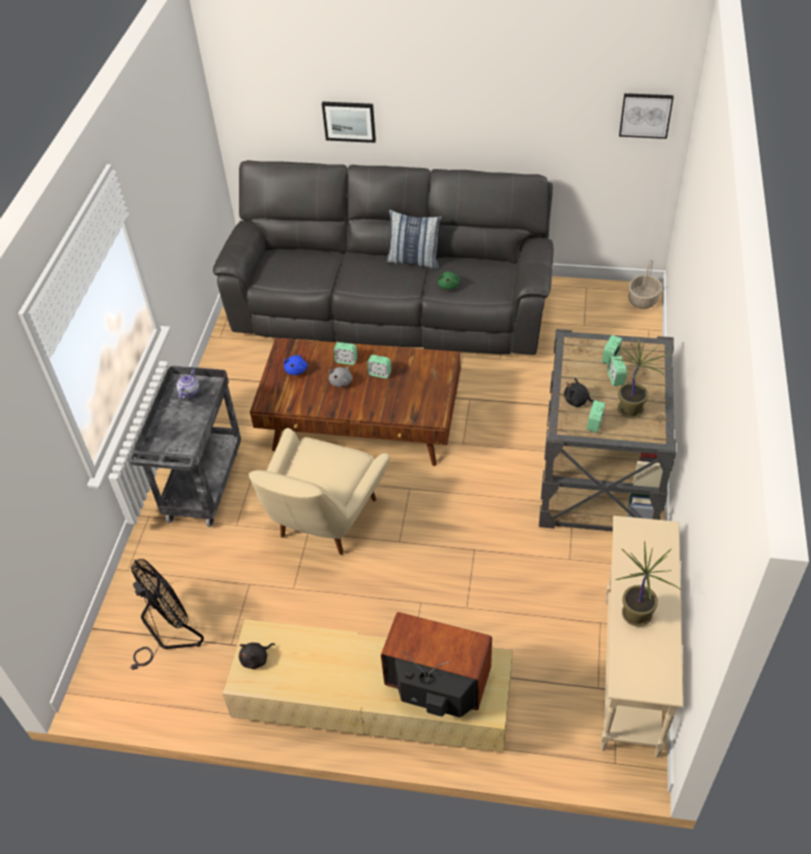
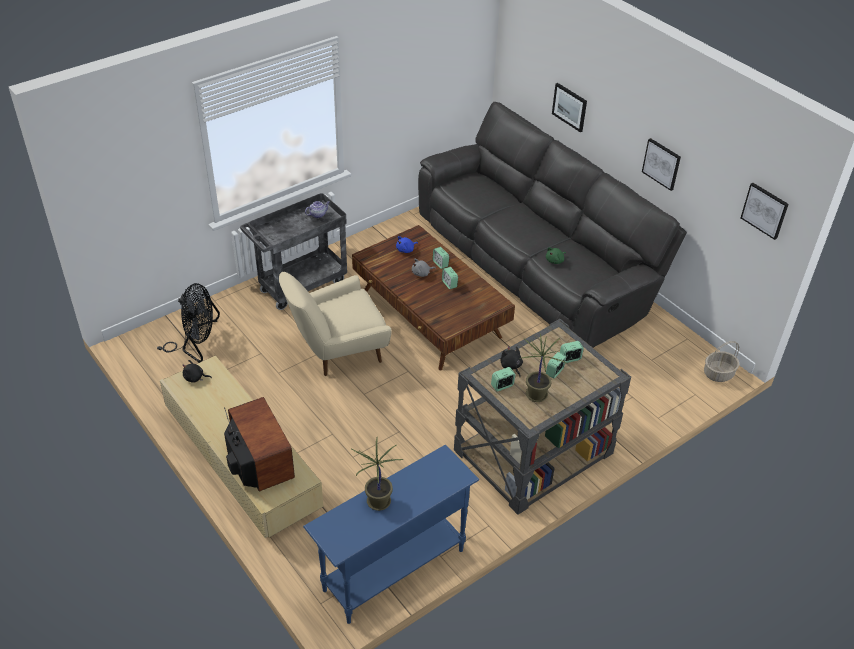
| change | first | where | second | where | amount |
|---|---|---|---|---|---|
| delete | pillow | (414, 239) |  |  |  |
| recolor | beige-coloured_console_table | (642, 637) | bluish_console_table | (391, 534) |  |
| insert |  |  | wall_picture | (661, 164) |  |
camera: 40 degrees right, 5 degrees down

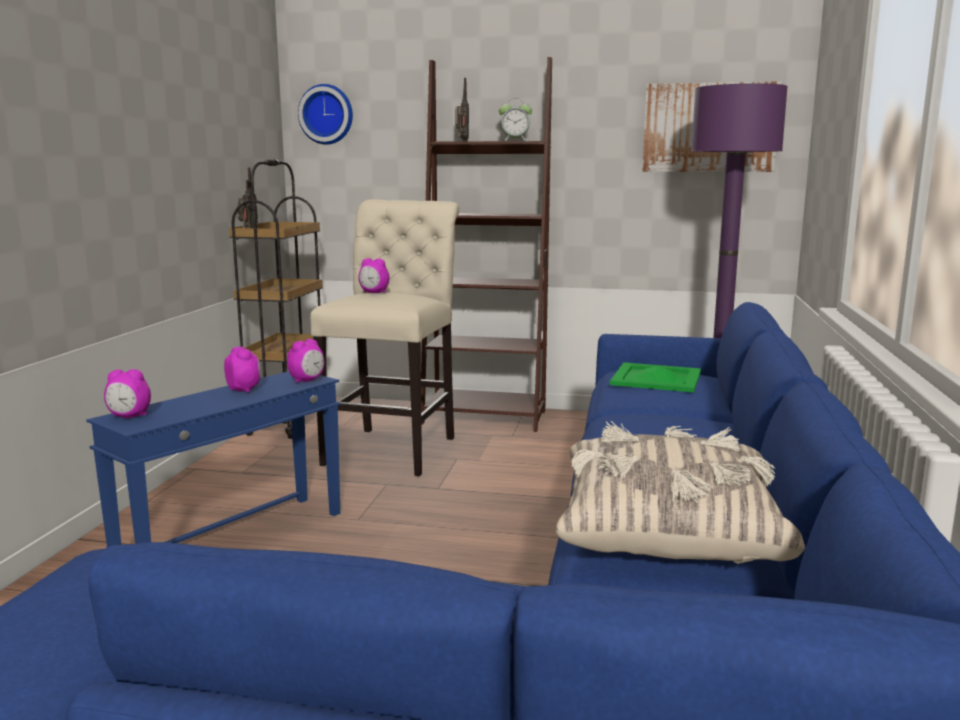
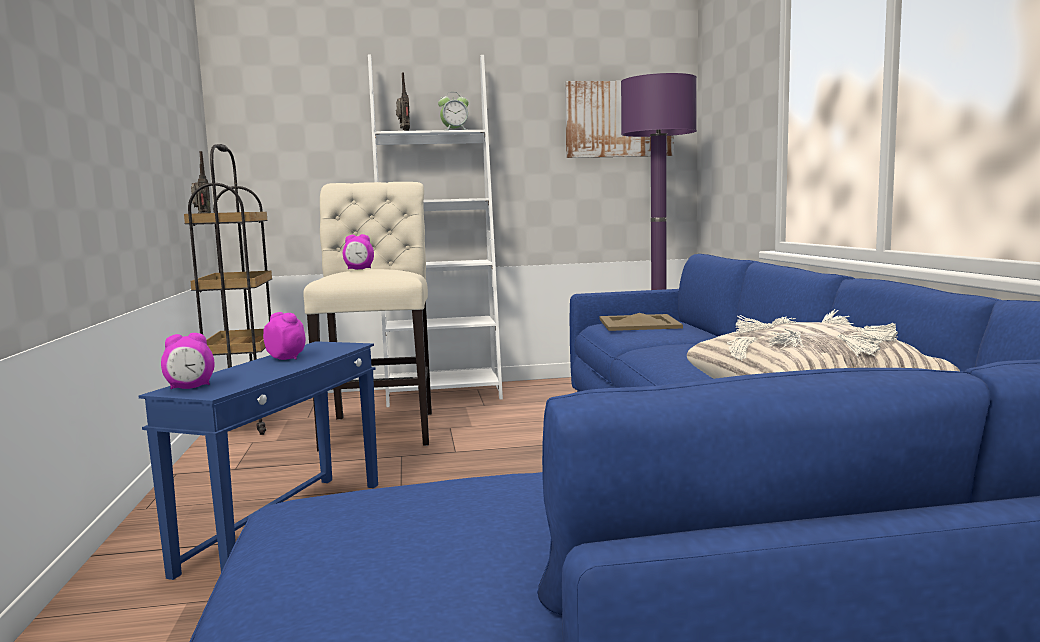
| change | first | where | second | where | amount |
|---|---|---|---|---|---|
| recolor | brown_bookshelf | (486, 244) | whitish_bookshelf | (435, 231) |  |
| delete | wall_clock | (325, 114) |  |  |  |
| delete | alarm_clock | (305, 361) |  |  |  |
| recolor | greenish_serving_tray | (655, 377) | beige-coloured_serving_tray | (641, 322) |  |
camera: 20 degrees left, 5 degrees down

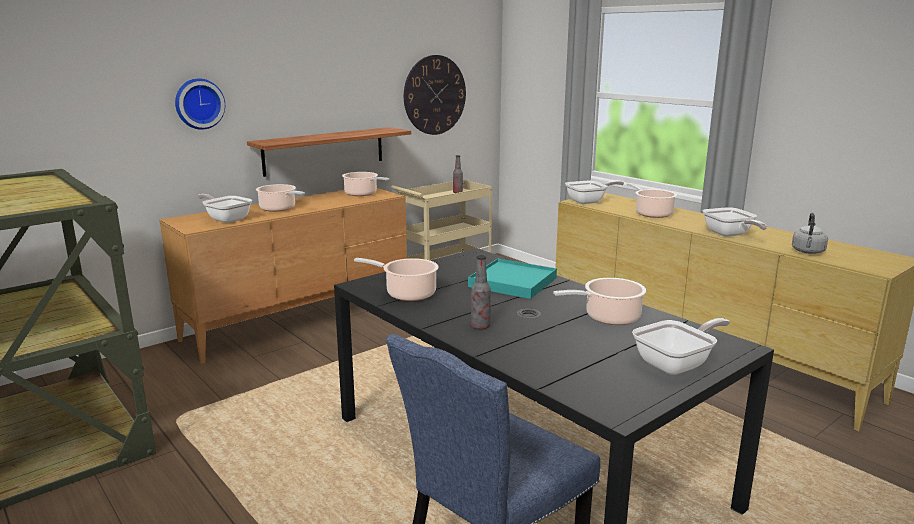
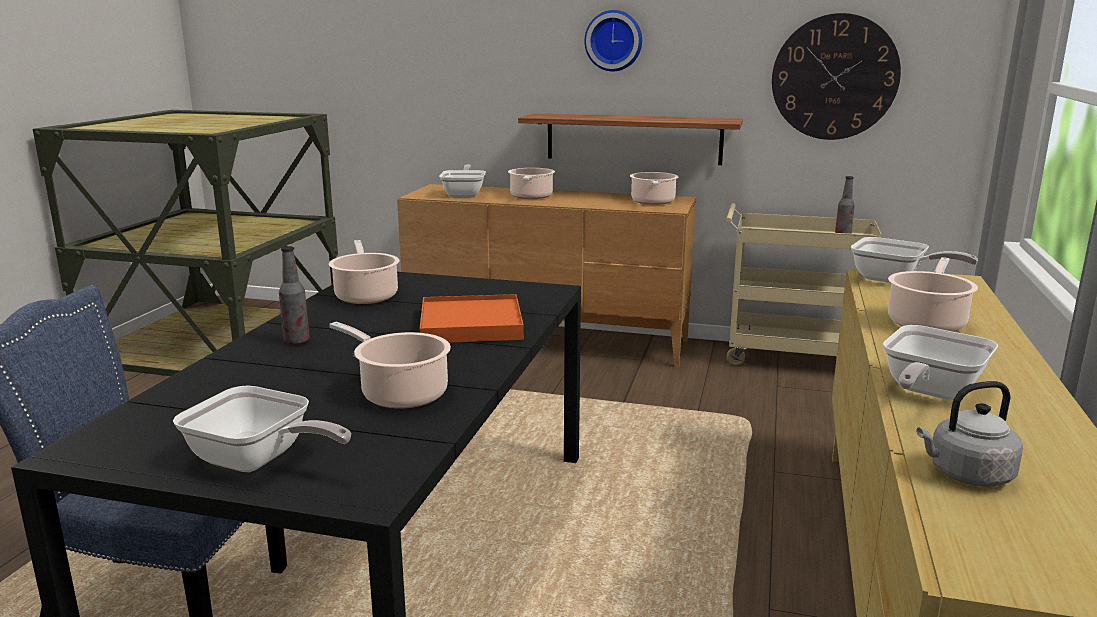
| change | first | where | second | where | amount |
|---|---|---|---|---|---|
| move | wall_clock | (200, 104) |  | (613, 40) |  |
| recolor | turquoise-coloured_serving_tray | (512, 279) | orange-coloured_serving_tray | (472, 318) |  |
camera: 55 degrees right, 0 degrees up

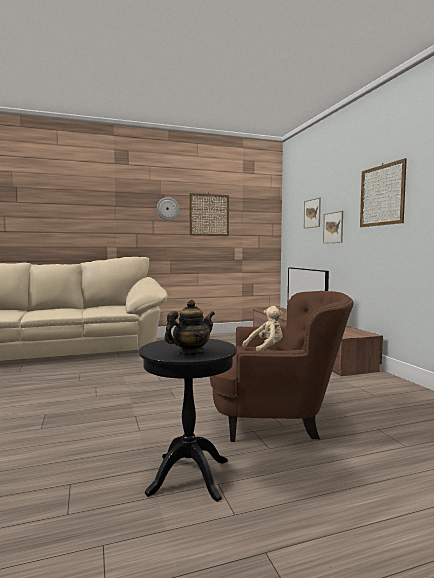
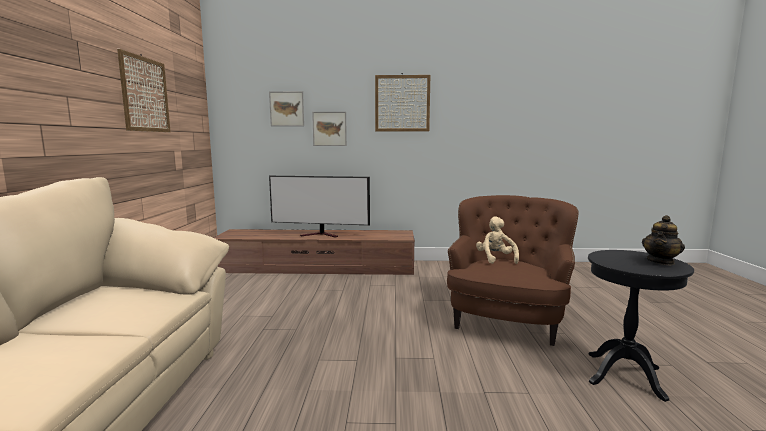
| change | first | where | second | where | amount |
|---|---|---|---|---|---|
| delete | wall_clock | (168, 209) |  |  |  |
| rotate | pot_for_tea | (189, 327) |  | (663, 240) | 120 degrees counterclockwise |
camera: 70 degrees left, 5 degrees up

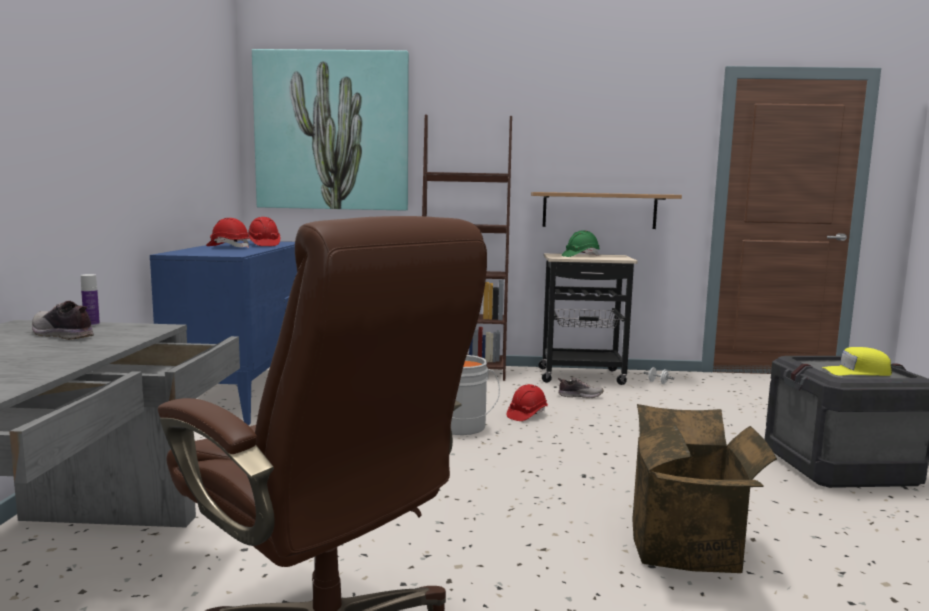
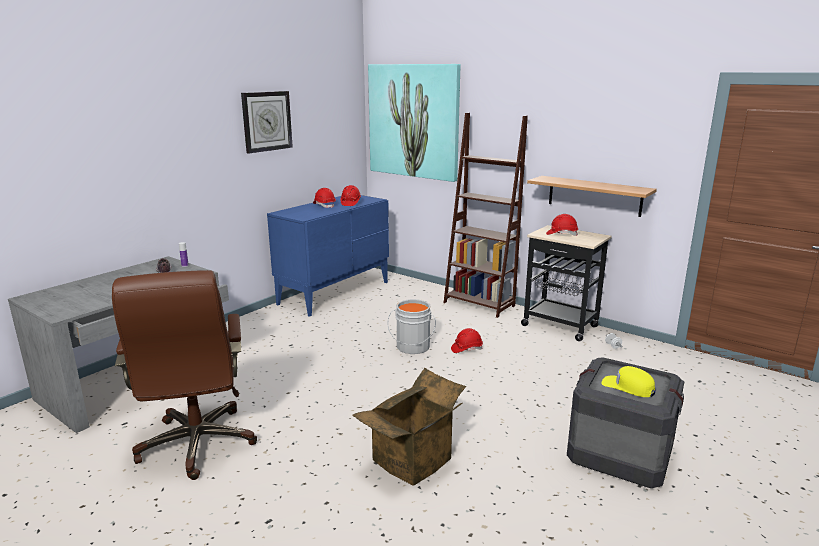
| change | first | where | second | where | amount |
|---|---|---|---|---|---|
| recolor | greenish_work_helmet | (581, 243) | reddish_work_helmet | (562, 225) |  |
| delete | item_of_footwear | (581, 387) |  |  |  |
| insert |  |  | wall_clock | (267, 122) |  |
camera: 35 degrees right, 10 degrees up

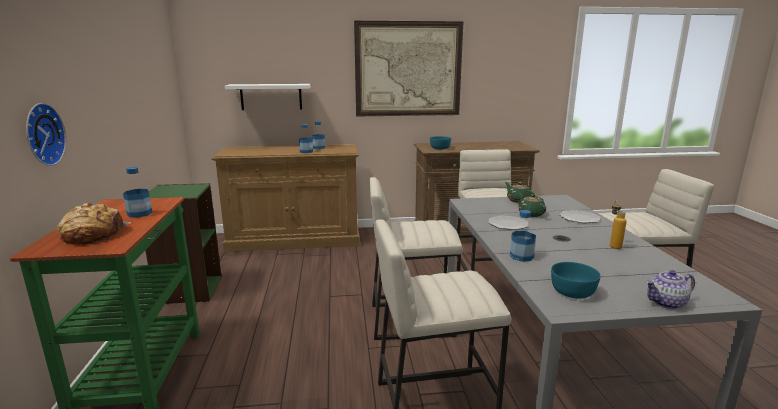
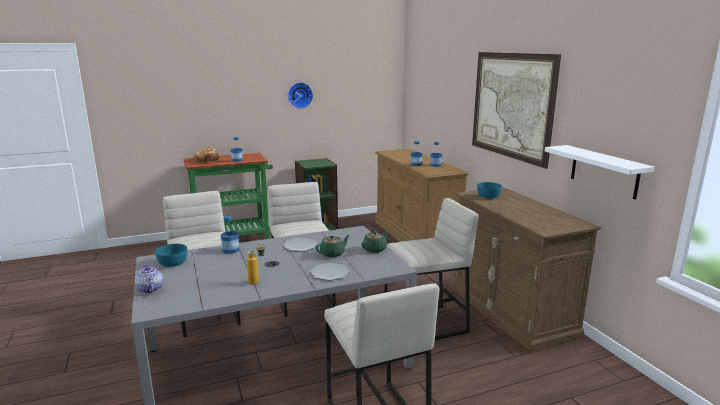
| change | first | where | second | where | amount |
|---|---|---|---|---|---|
| move | whitish_wall_shelf | (267, 97) |  | (600, 172) |  |
| move | wall_clock | (46, 134) |  | (300, 95) |  |
camera: 75 degrees right, 0 degrees up

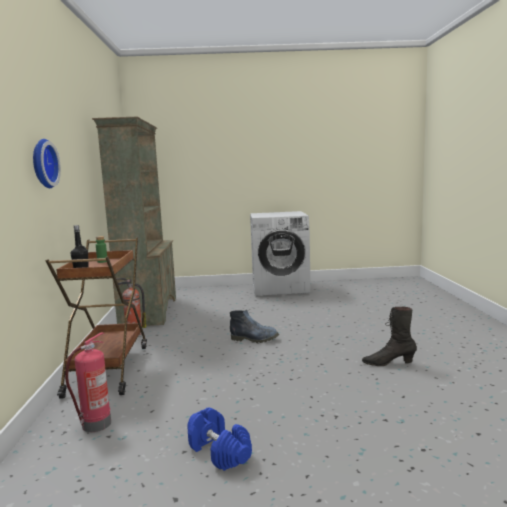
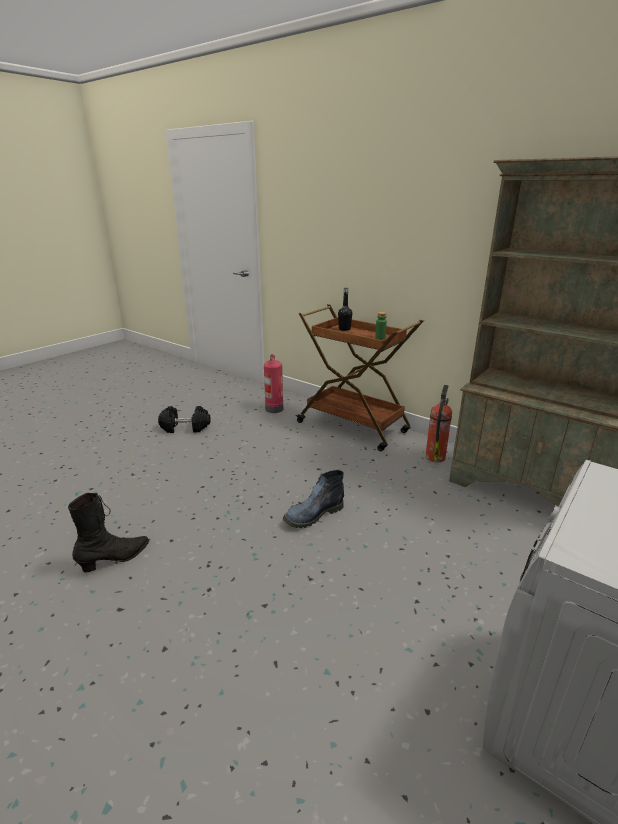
| change | first | where | second | where | amount |
|---|---|---|---|---|---|
| delete | wall_clock | (47, 163) |  |  |  |
| recolor | bluish_free_weight | (219, 439) | black-coloured_free_weight | (184, 419) |  |
camera: 130 degrees right, 15 degrees up

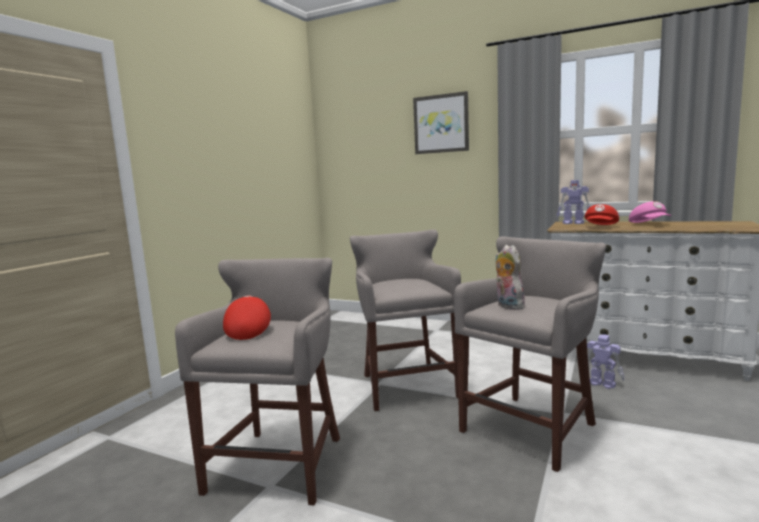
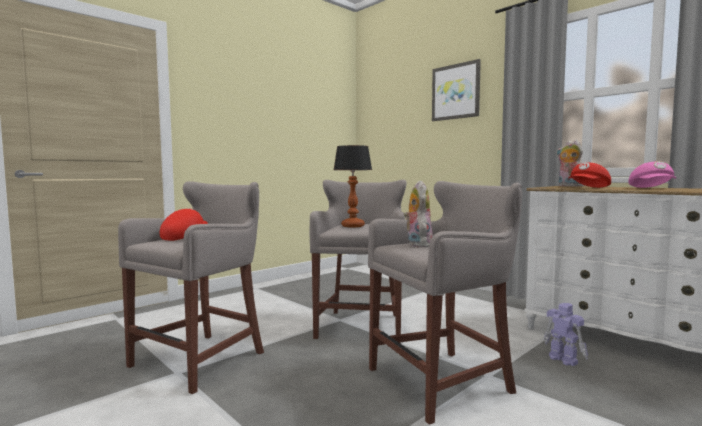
| change | first | where | second | where | amount |
|---|---|---|---|---|---|
| replace | robot_figure | (573, 202) | plush_toy | (570, 163) |  |
| insert |  |  | lamp_for_a_table | (353, 186) |  |
camera: 20 degrees right, 5 degrees down

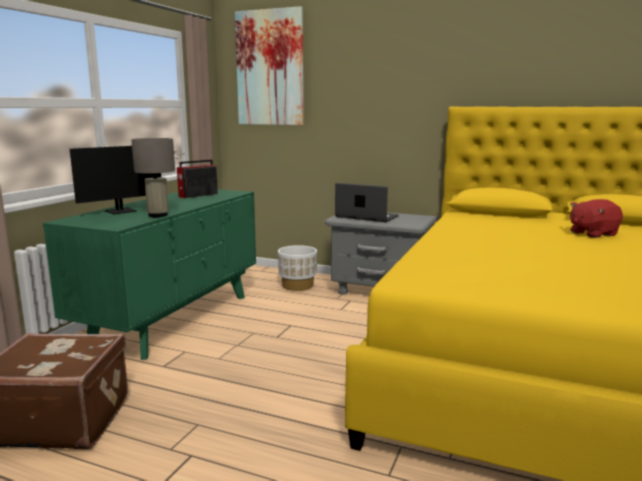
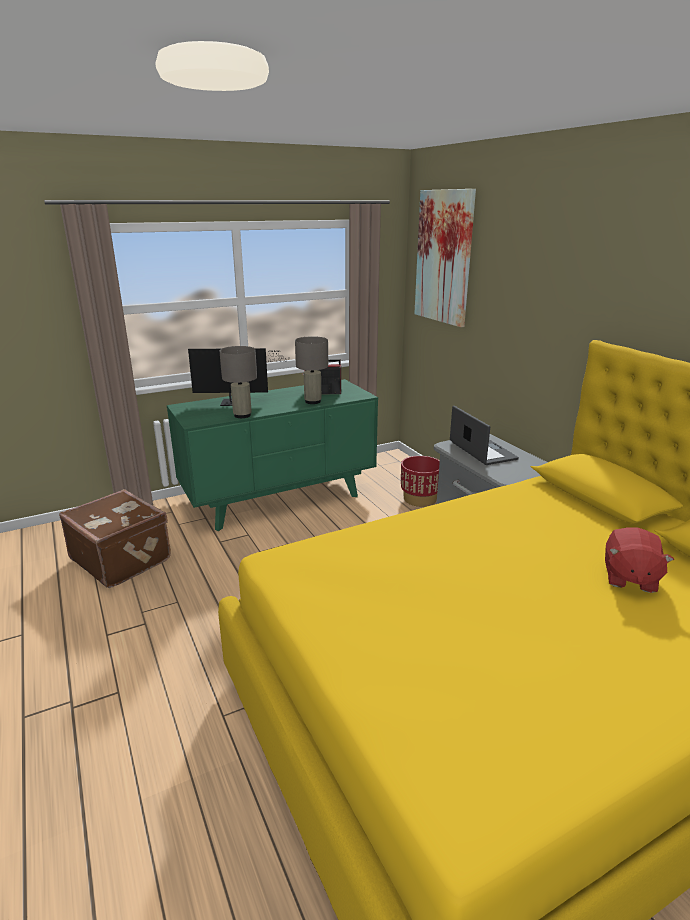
| change | first | where | second | where | amount |
|---|---|---|---|---|---|
| rotate | reddish_plush_toy | (596, 218) |  | (639, 560) | 90 degrees counterclockwise |
| recolor | whitish_plant_pot | (297, 268) | reddish_plant_pot | (420, 481) |  |
| insert |  |  | grey_lamp_for_a_table | (311, 370) |  |
camera: 40 degrees right, 10 degrees up

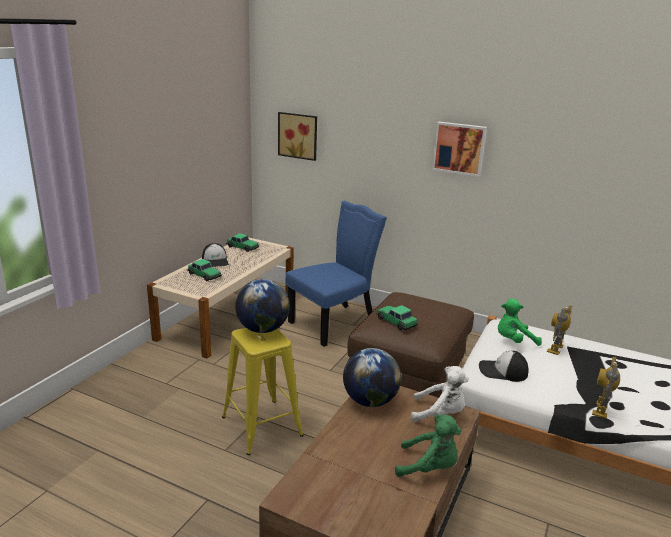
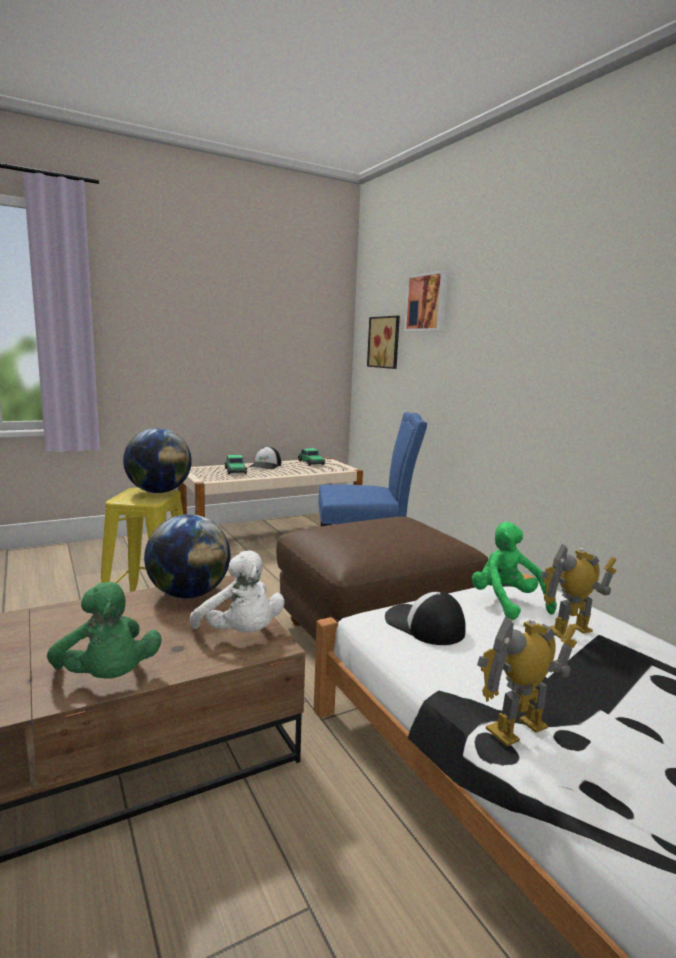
| change | first | where | second | where | amount |
|---|---|---|---|---|---|
| move | wall_picture | (459, 149) |  | (426, 301) |  |
| rotate | greenish_plush_toy | (520, 322) |  | (514, 571) | 45 degrees clockwise |
| delete | miniature_car | (397, 317) |  |  |  |
camera: 35 degrees right, 10 degrees down

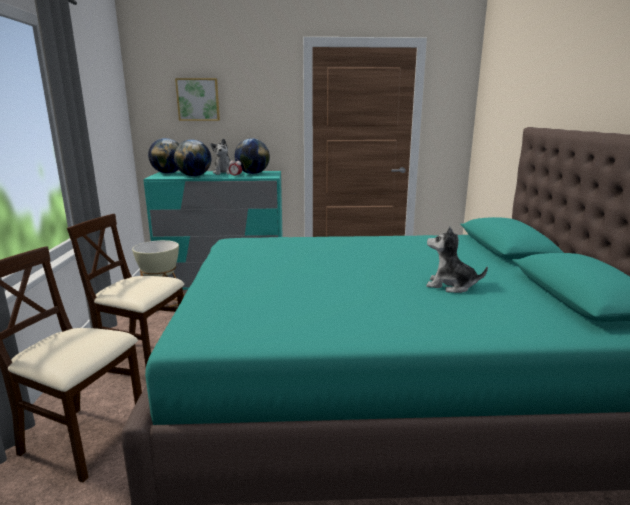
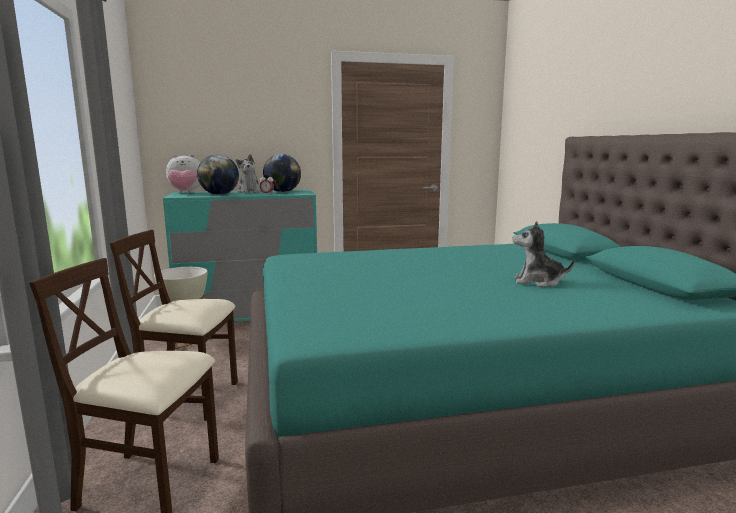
| change | first | where | second | where | amount |
|---|---|---|---|---|---|
| delete | wall_picture | (197, 99) |  |  |  |
| replace | desk_globe | (163, 156) | plush_toy | (183, 173) |  |
camera: 10 degrees left, 5 degrees down

